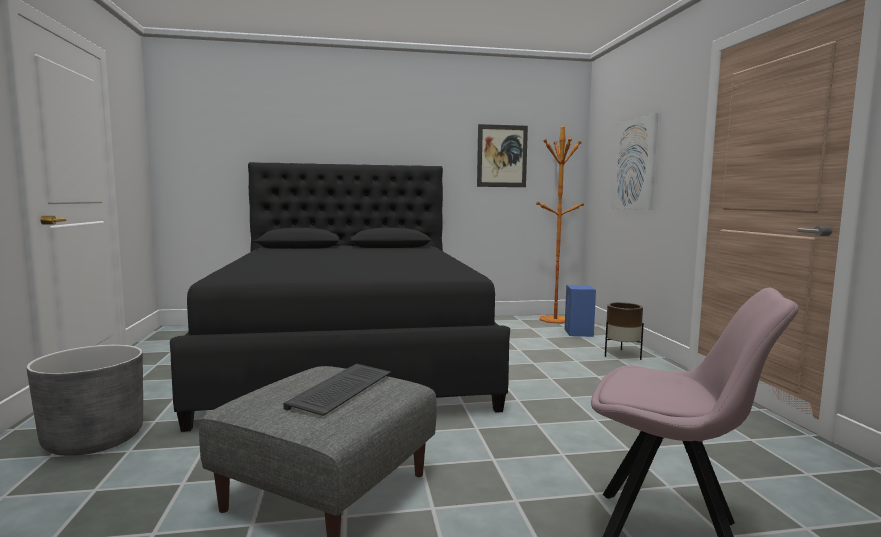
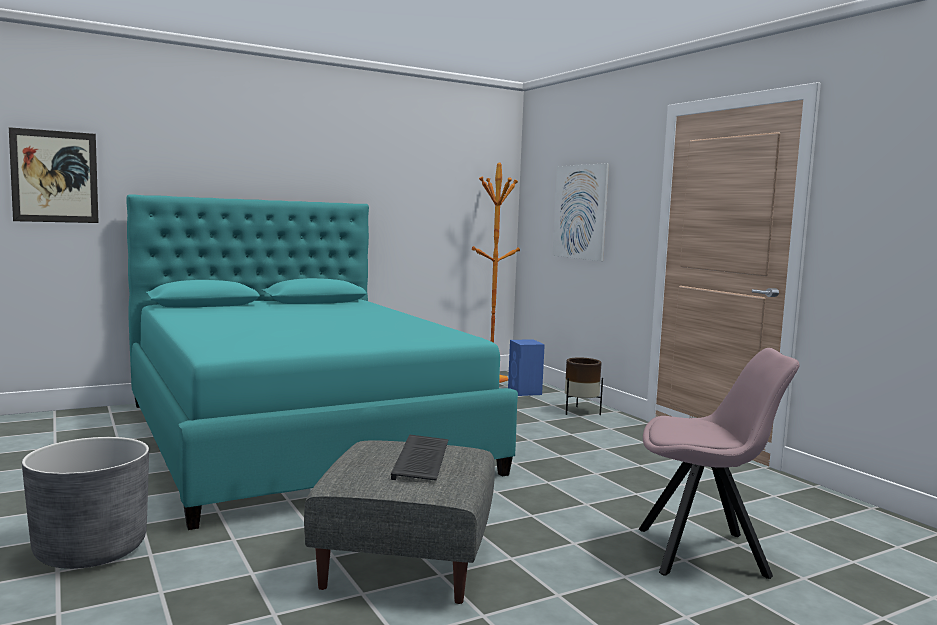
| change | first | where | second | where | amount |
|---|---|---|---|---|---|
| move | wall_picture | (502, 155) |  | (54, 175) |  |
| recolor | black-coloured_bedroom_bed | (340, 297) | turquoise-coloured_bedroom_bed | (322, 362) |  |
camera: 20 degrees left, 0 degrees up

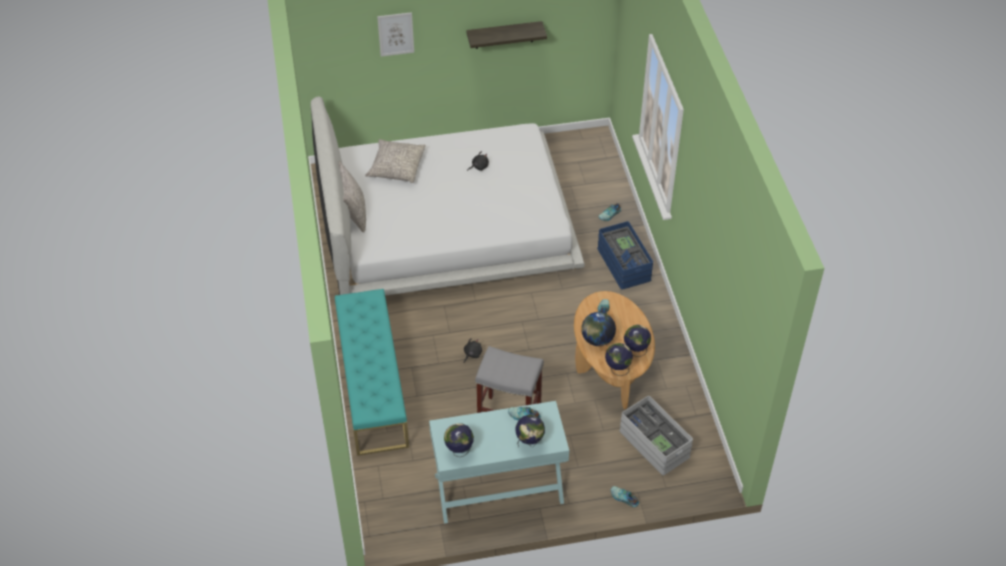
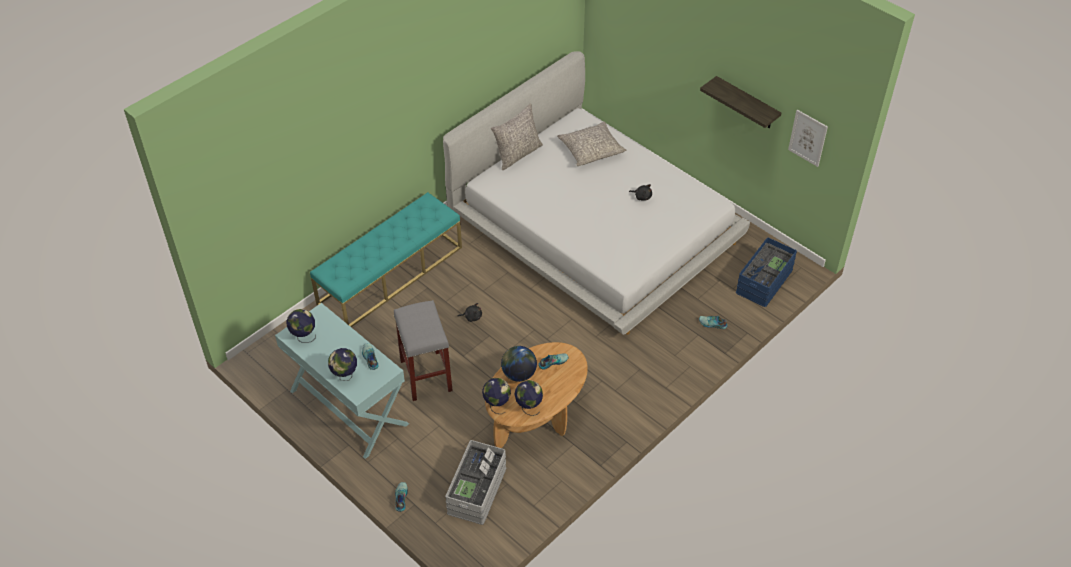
| change | first | where | second | where | amount |
|---|---|---|---|---|---|
| move | wall_picture | (395, 34) |  | (808, 138) |  |
| move | bluish_storage_box | (625, 255) |  | (766, 272) |  |
camera: 55 degrees right, 0 degrees up

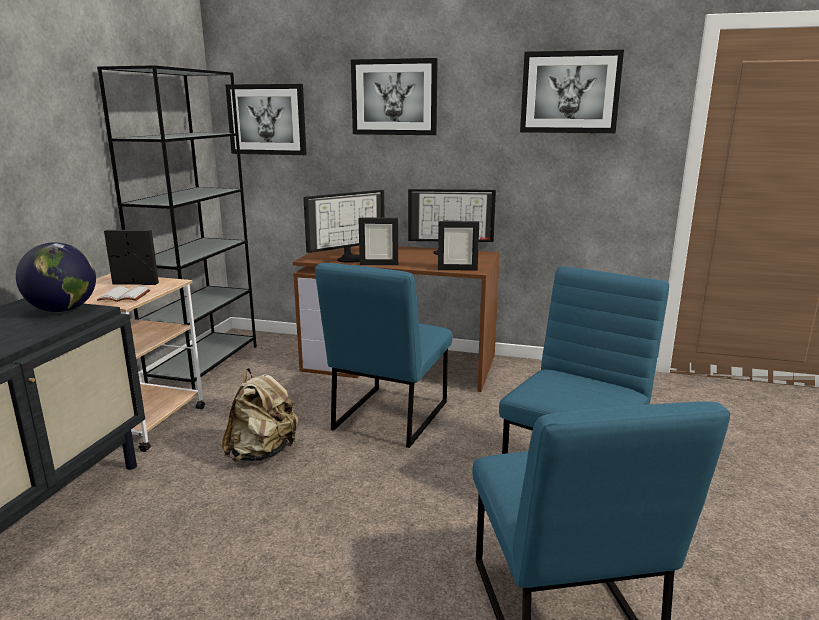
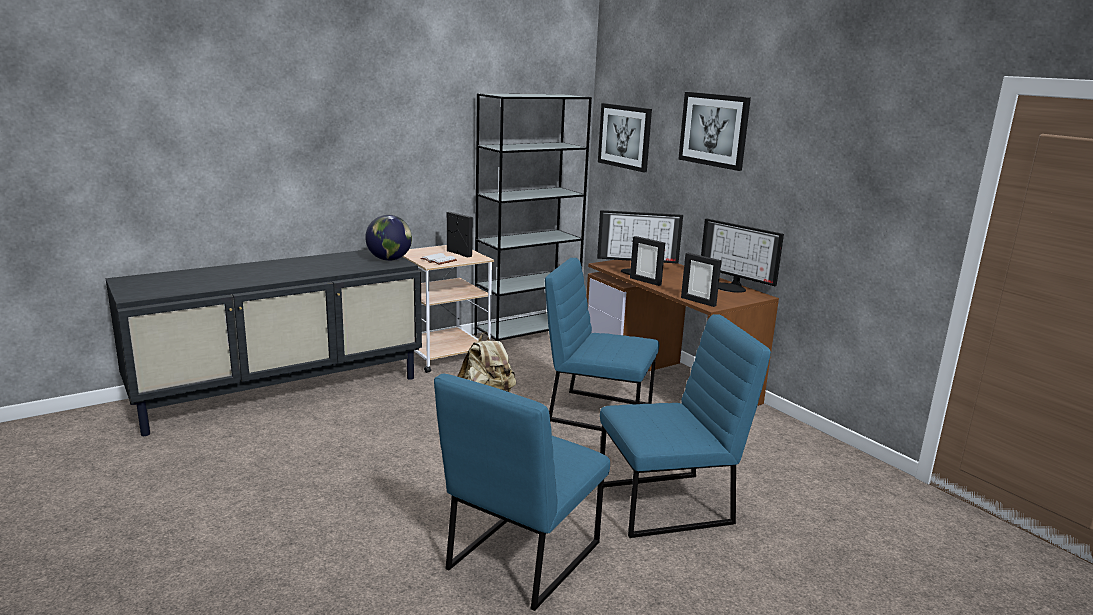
| change | first | where | second | where | amount |
|---|---|---|---|---|---|
| delete | wall_picture | (572, 91) |  |  |  |
| rotate | bluish_plain_chair | (384, 355) |  | (602, 344) | 45 degrees clockwise |
camera: 40 degrees right, 0 degrees up

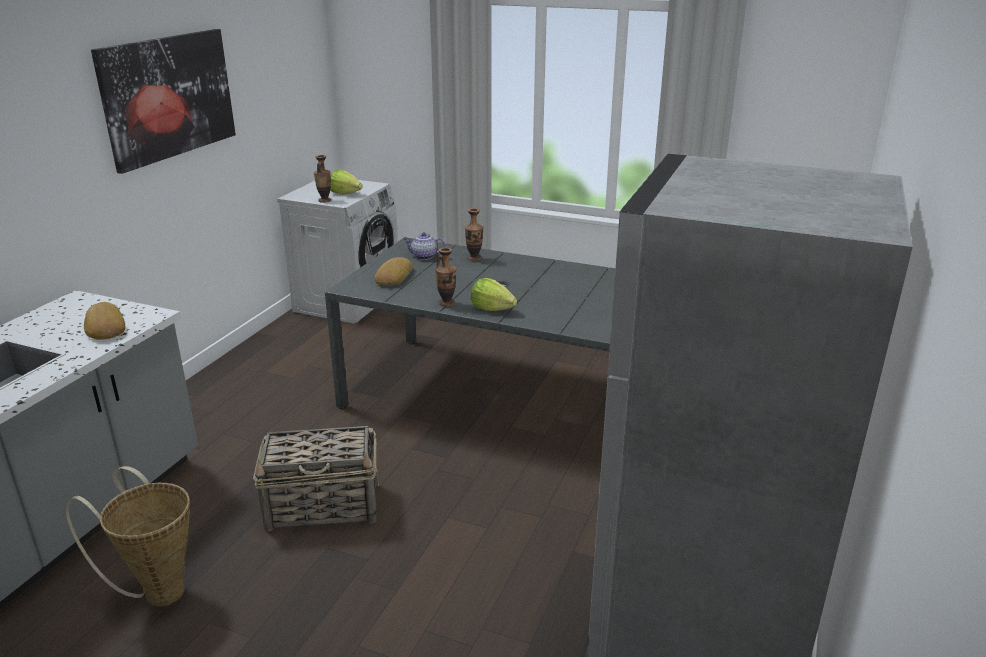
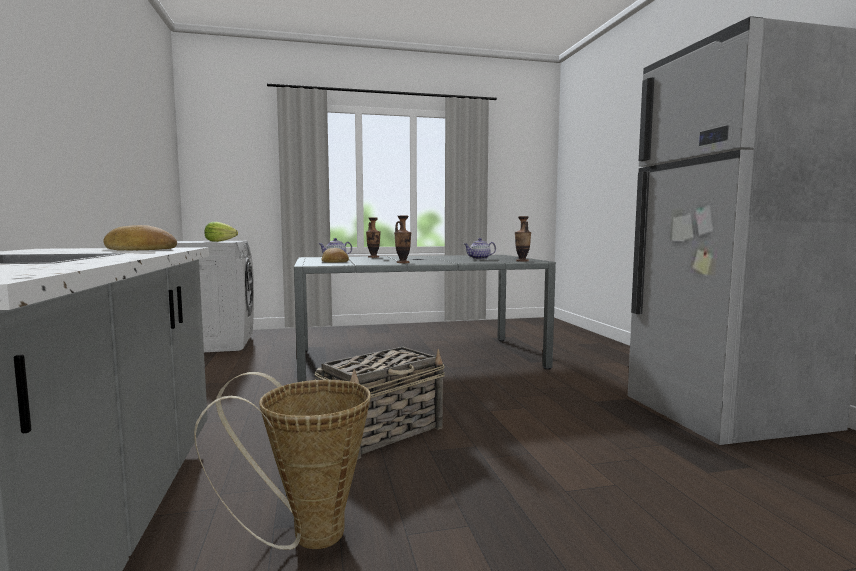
| change | first | where | second | where | amount |
|---|---|---|---|---|---|
| delete | wall_picture | (163, 101) |  |  |  |
| move | decorative_vase | (322, 179) |  | (523, 239) |  |
| delete | lettuce_head | (494, 294) |  |  |  |
| insert |  |  | pot_for_tea | (480, 248) |  |
camera: 35 degrees left, 20 degrees down

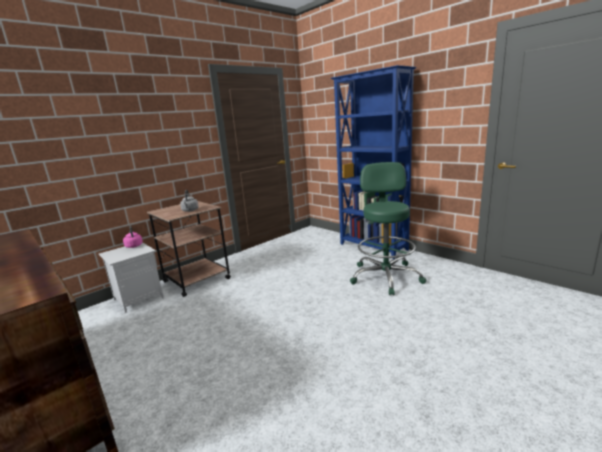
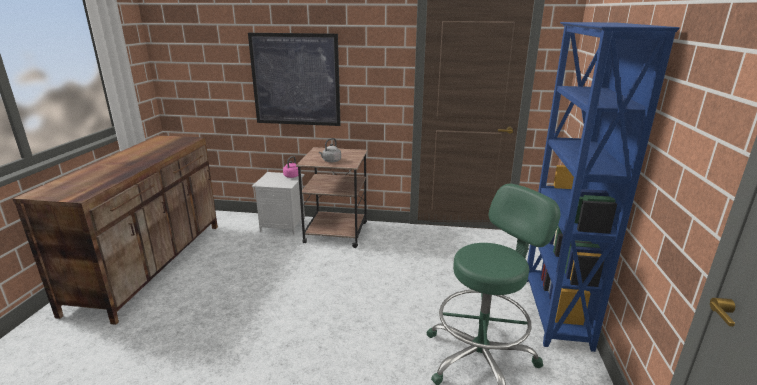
| change | first | where | second | where | amount |
|---|---|---|---|---|---|
| insert |  |  | wall_picture | (294, 79) |  |
camera: 50 degrees right, 5 degrees up

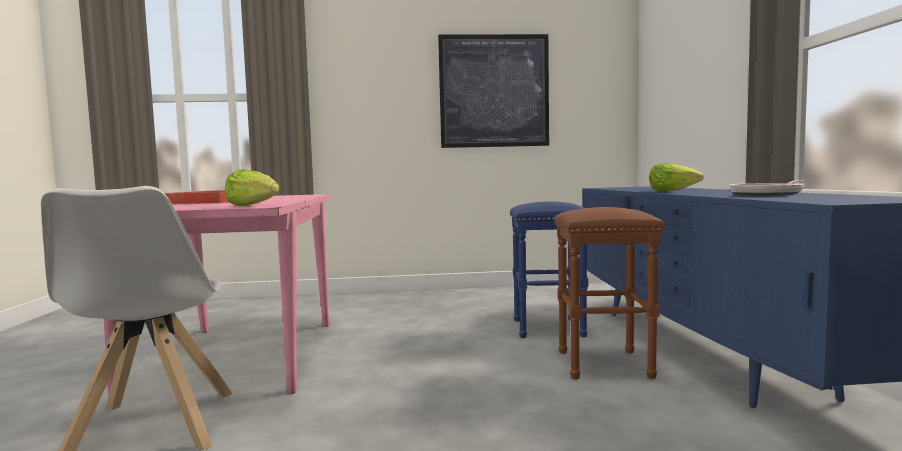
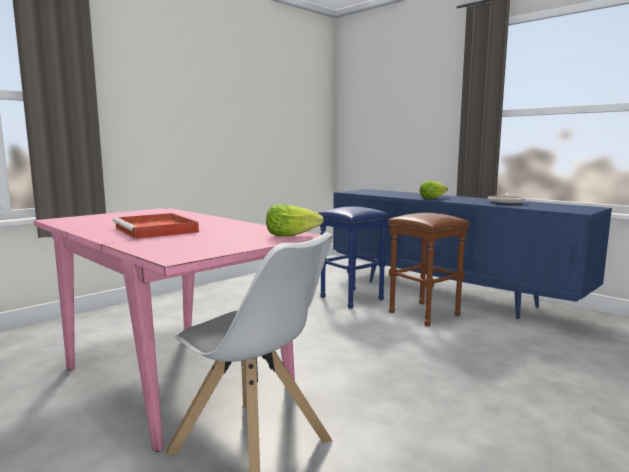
| change | first | where | second | where | amount |
|---|---|---|---|---|---|
| delete | wall_picture | (493, 91) |  |  |  |
camera: 40 degrees left, 5 degrees up

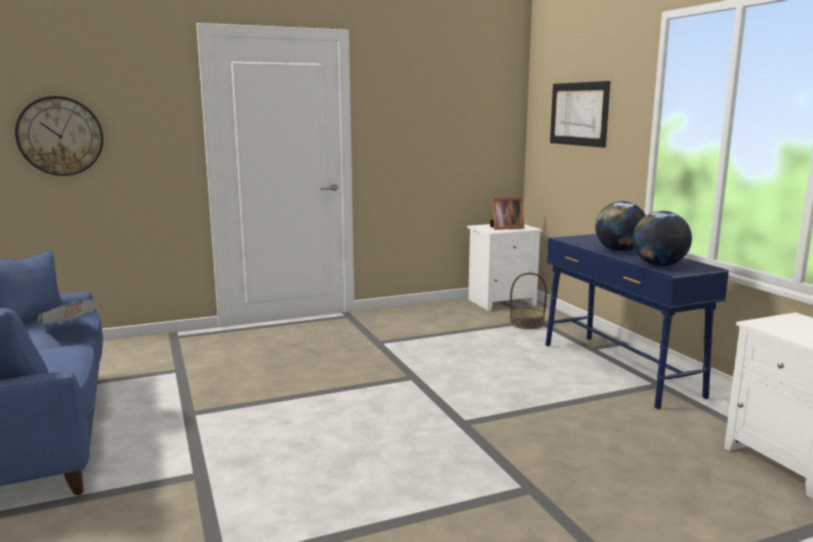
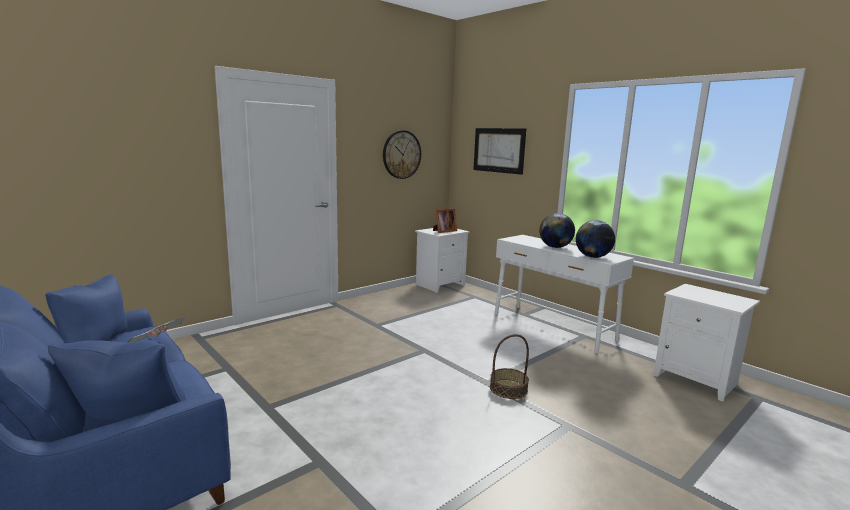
| change | first | where | second | where | amount |
|---|---|---|---|---|---|
| move | wall_clock | (59, 136) |  | (402, 154) |  |
| recolor | bluish_console_table | (637, 321) | whitish_console_table | (564, 294) |  |
| move | household_basket | (528, 300) |  | (509, 366) |  |
camera: 20 degrees left, 0 degrees up

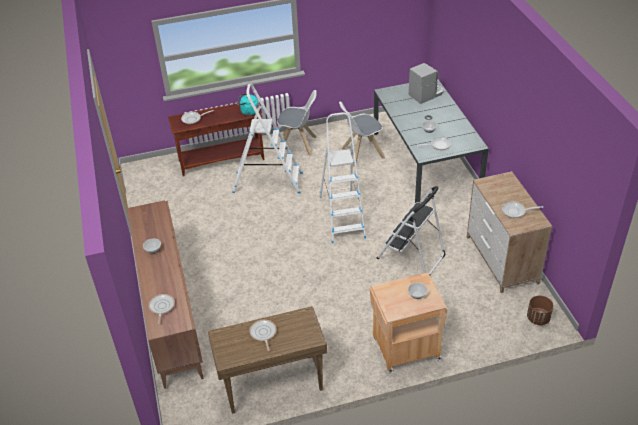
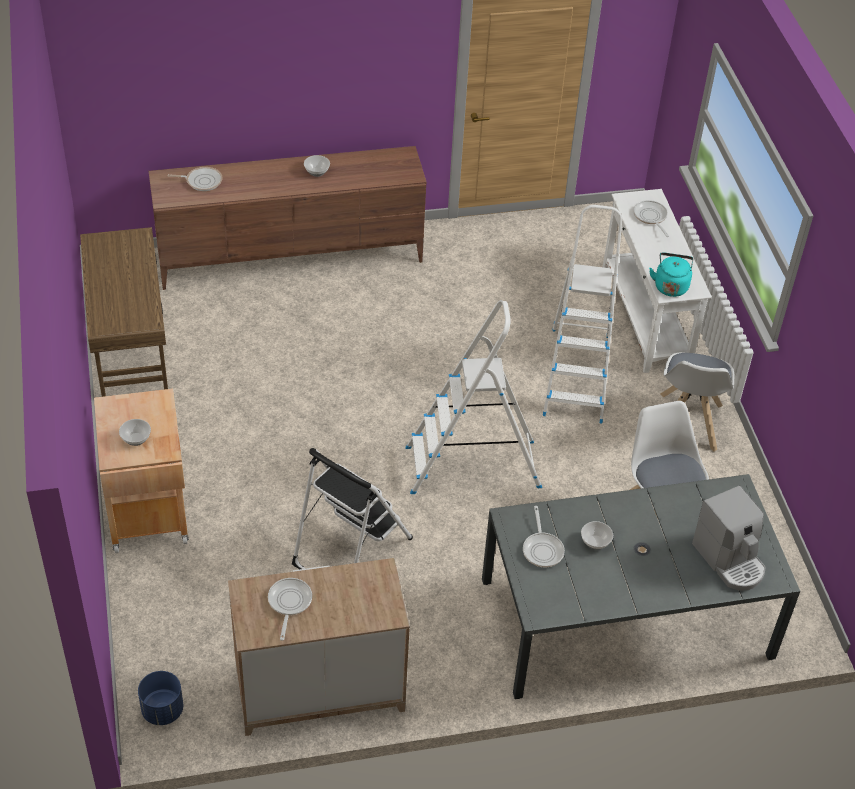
| change | first | where | second | where | amount |
|---|---|---|---|---|---|
| recolor | brown_console_table | (216, 139) | whitish_console_table | (657, 281) |  |
| recolor | brown_plant_pot | (540, 310) | bluish_plant_pot | (160, 698) |  |
| delete | frying_pan | (262, 335) |  |  |  |
camera: 90 degrees right, 5 degrees up

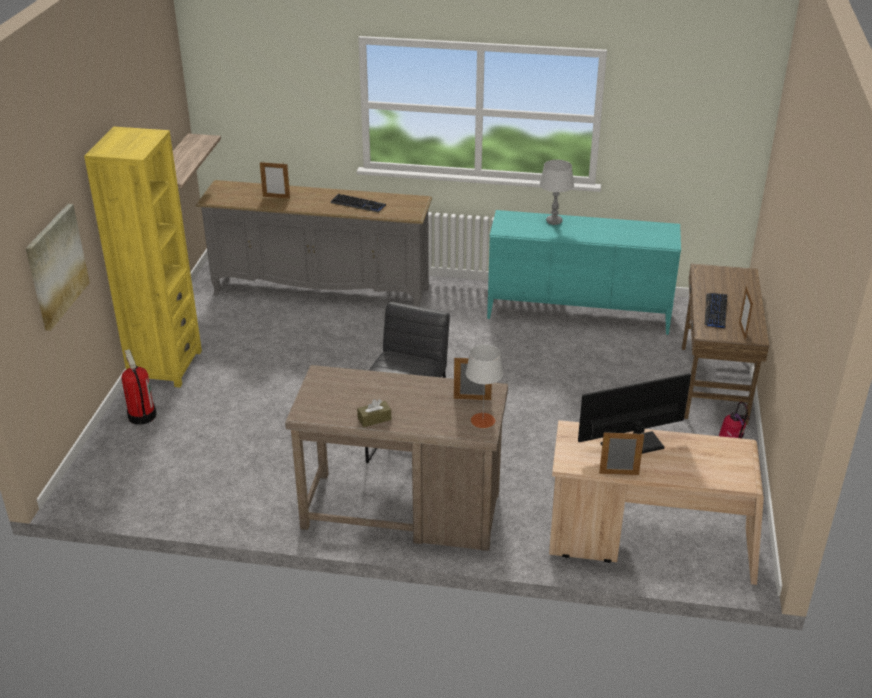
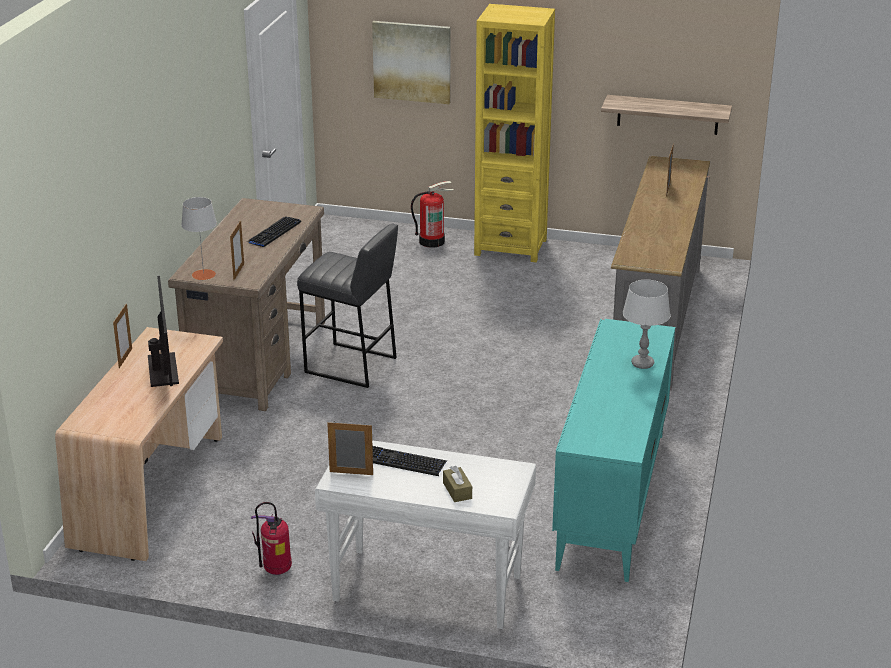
| change | first | where | second | where | amount |
|---|---|---|---|---|---|
| move | PC_keyboard | (358, 203) |  | (274, 231) |  |
| recolor | brown_console_table | (725, 344) | whitish_console_table | (425, 534) |  |
| move | brown_box_of_tissues | (374, 413) |  | (457, 483) |  |
camera: 95 degrees right, 5 degrees down

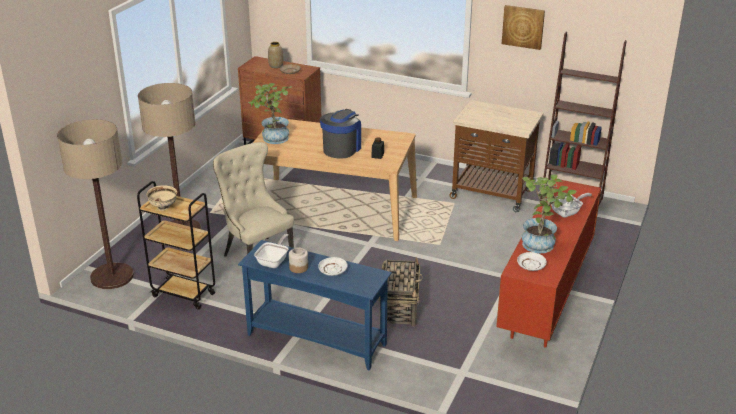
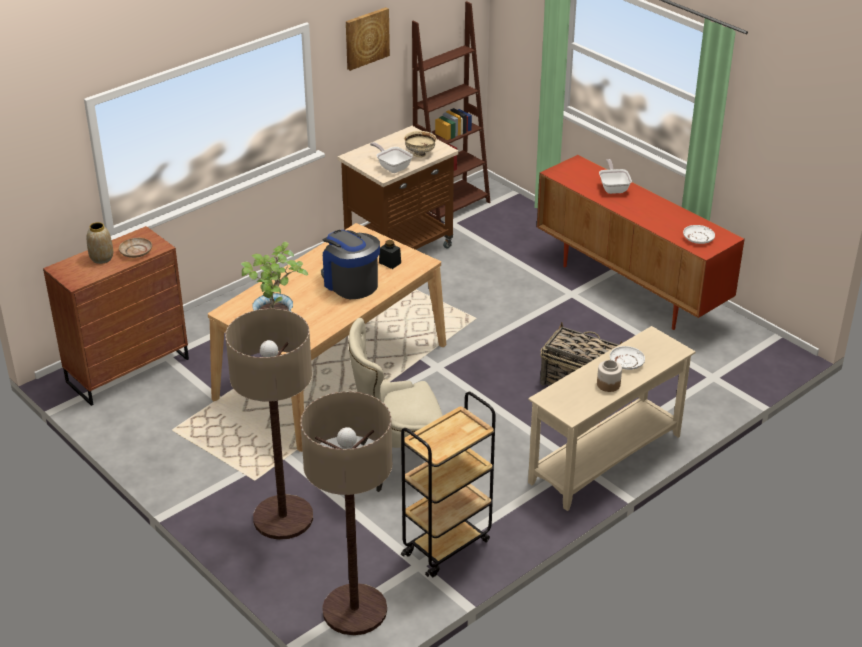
| change | first | where | second | where | amount |
|---|---|---|---|---|---|
| delete | potted_plant | (549, 214) |  |  |  |
| move | beige-coloured_bowl | (162, 198) |  | (420, 144) |  |
| move | frying_pan | (271, 251) |  | (391, 157) |  |
| recolor | bluish_console_table | (315, 305) | beige-coloured_console_table | (612, 418) |  |
camera: 65 degrees left, 5 degrees up

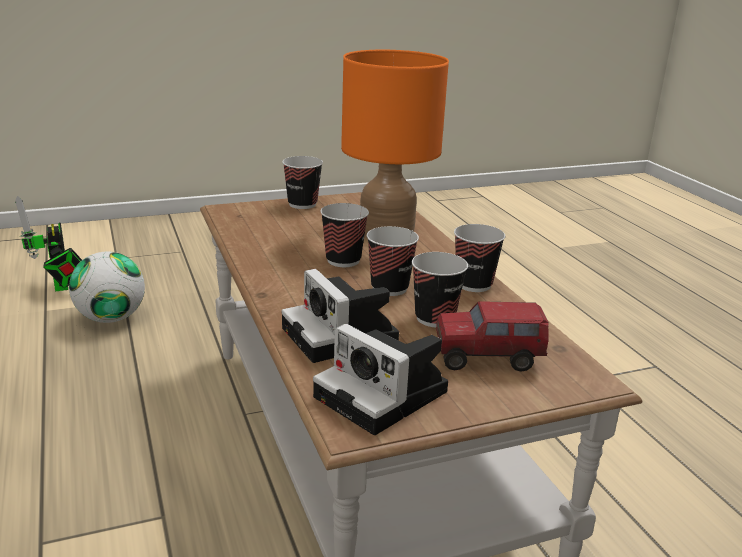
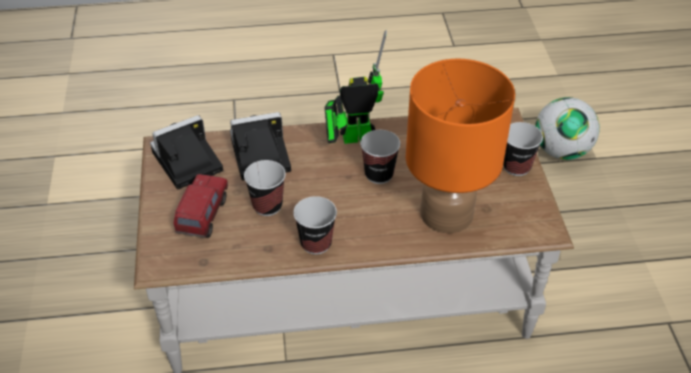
| change | first | where | second | where | amount |
|---|---|---|---|---|---|
| move | robot_figure | (48, 243) |  | (356, 87) |  |
| delete | small_cup | (393, 261) |  |  |  |
camera: 105 degrees right, 20 degrees up

